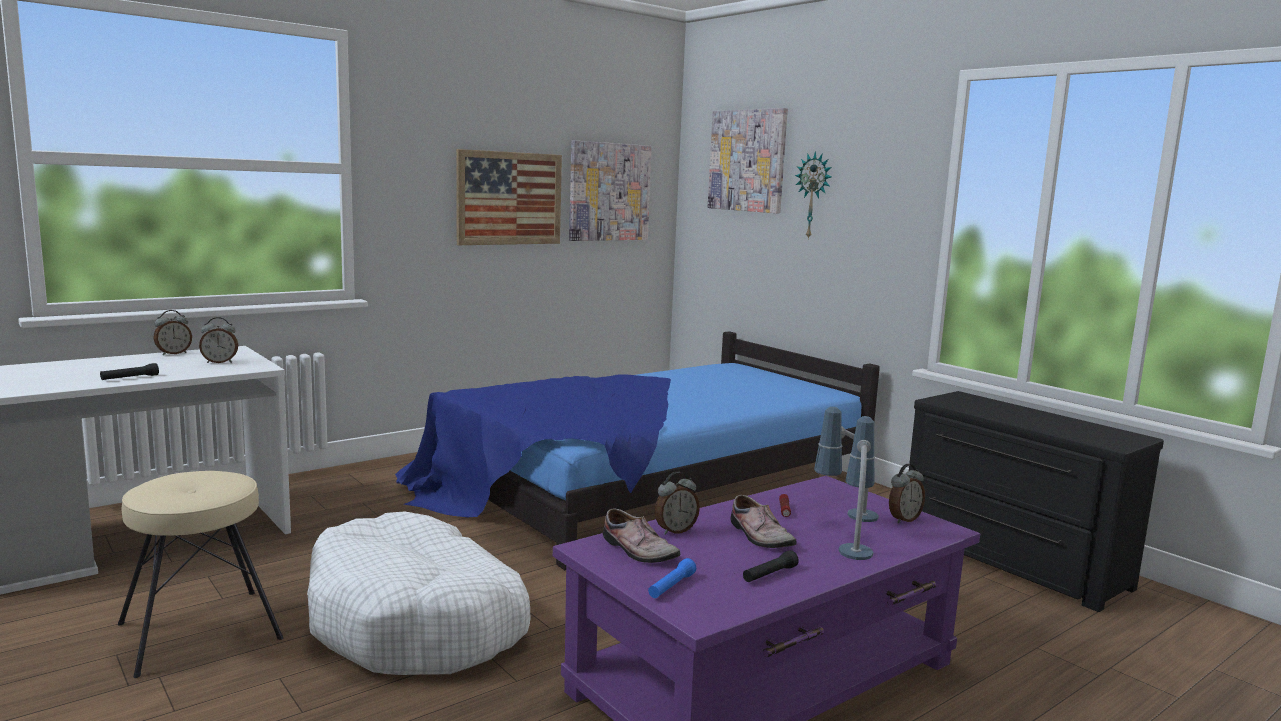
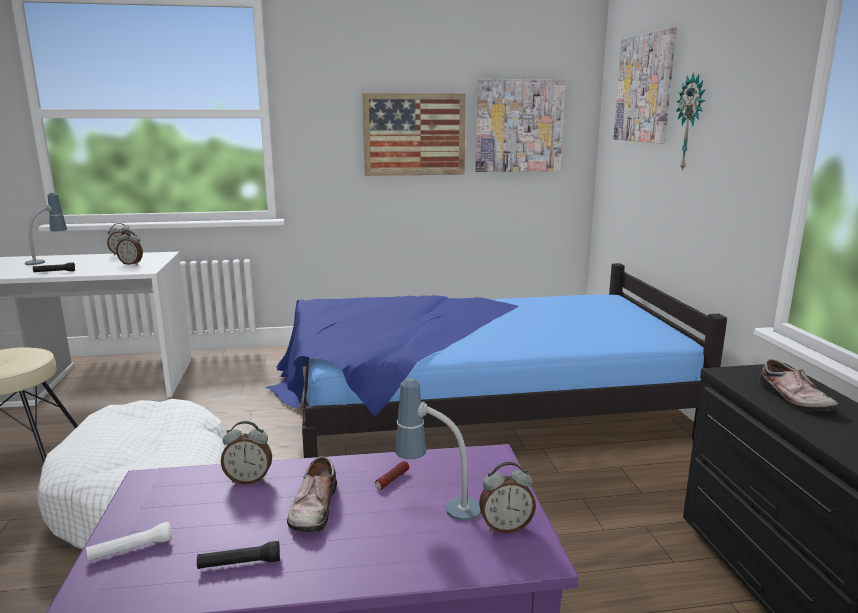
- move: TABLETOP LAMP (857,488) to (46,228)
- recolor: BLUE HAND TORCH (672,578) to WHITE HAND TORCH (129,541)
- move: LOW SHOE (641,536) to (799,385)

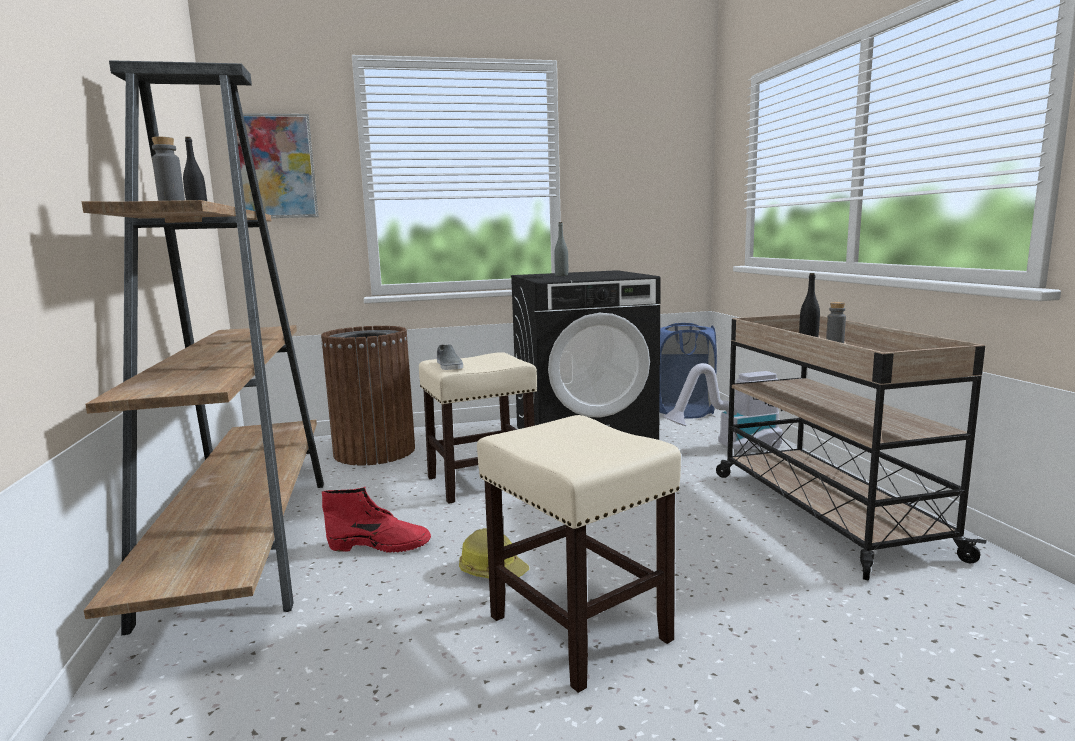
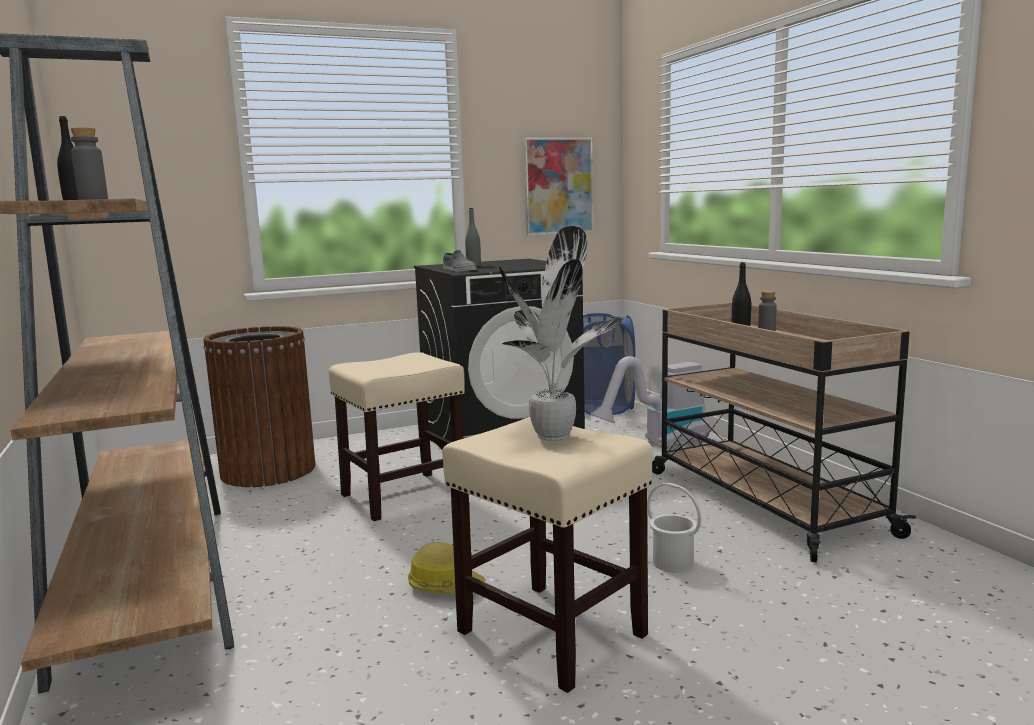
- move: GREY LOW SHOE (450,357) to (460,261)
- insert: HOUSEPLANT (560,333)
- move: PICTURE (277,165) to (558,186)
- insert: WHITE BUCKET (674,527)
- delete: RED TALL BOOT (376,520)

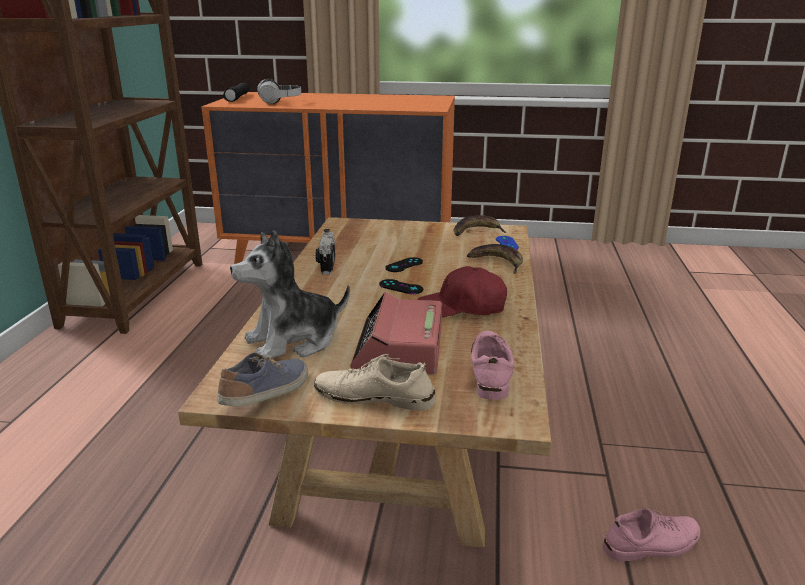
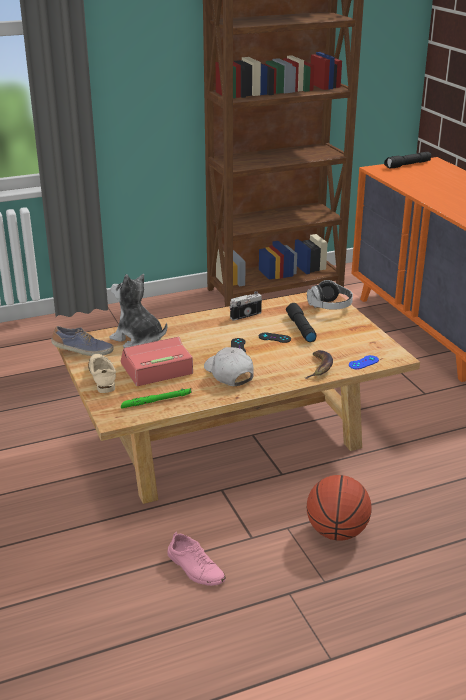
- replace: PINK-COLOURED LOW SHOE (493,365) to GREEN-COLOURED HAND TORCH (156,398)
- recolor: RED PEAKED CAP (462,291) to WHITE PEAKED CAP (229,366)
- insert: BLACK HAND TORCH (301,322)
- move: HEADSET (279,91) to (330,295)
- insert: BASKETBALL BALL (339,508)
- delete: WHOLE BANANA (480,225)

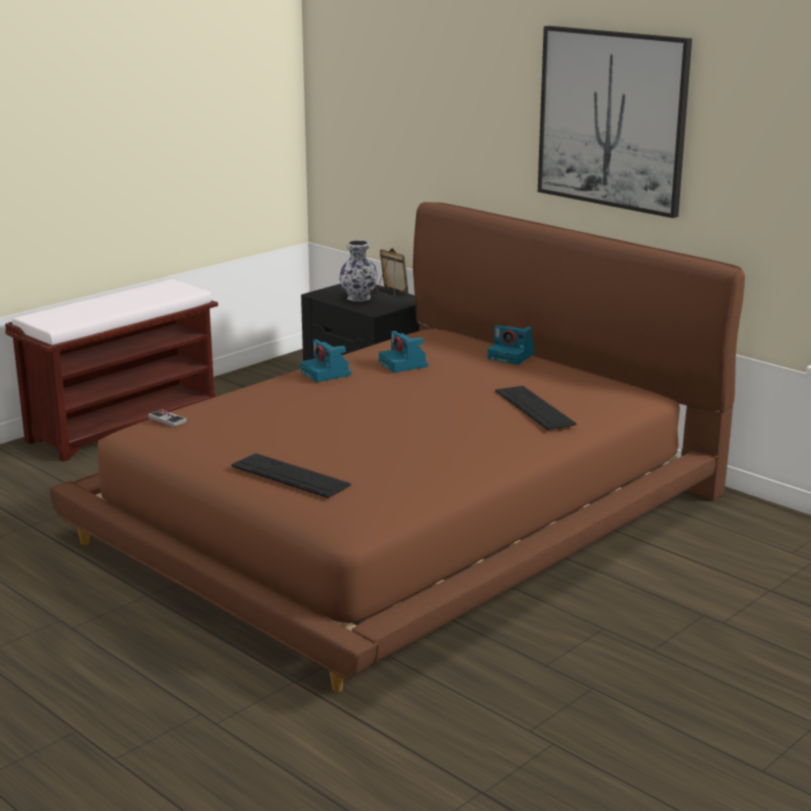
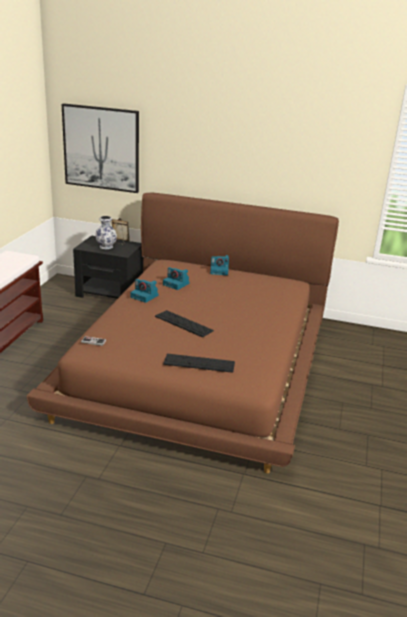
- move: PICTURE (615,122) to (100,148)
- move: KEYBOARD (536,408) to (184,324)

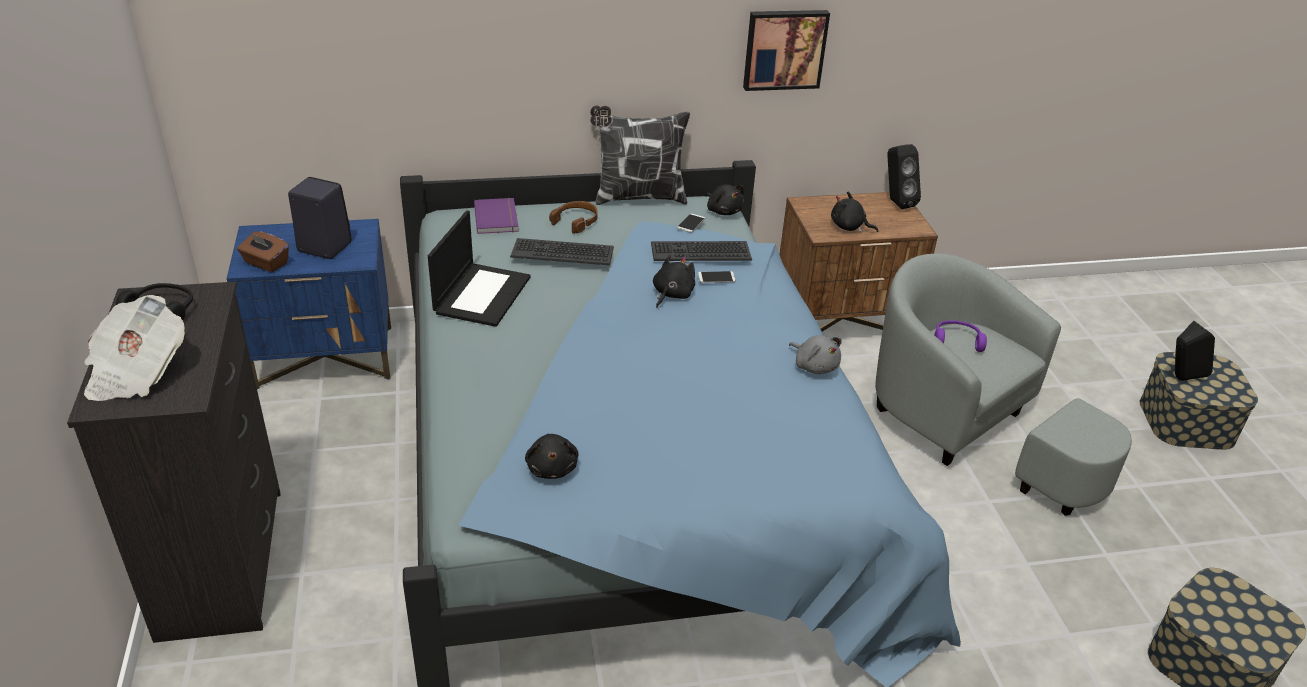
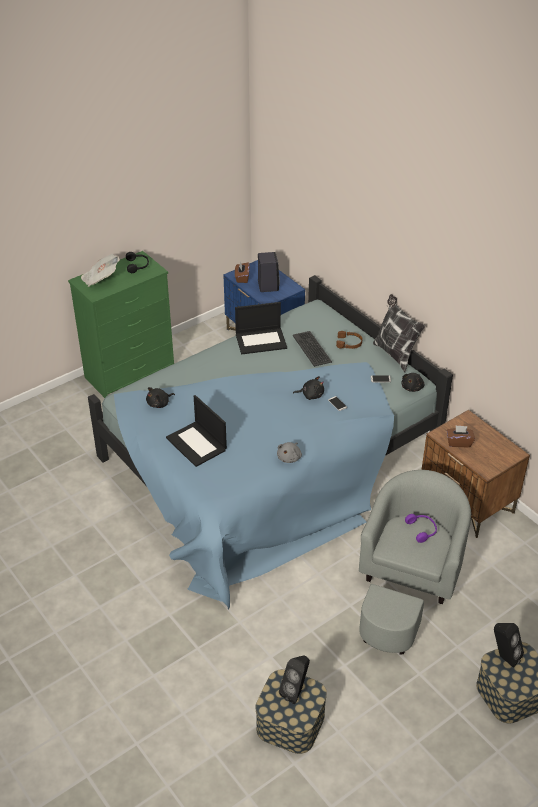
- recolor: BLACK DRAWER CHEST (174,462) to GREEN-COLOURED DRAWER CHEST (121,324)
- insert: LAPTOP (196,431)
- move: BLACK AUDIO SPEAKER (904,176) to (294,679)
- replace: BLACK CUDDLY TOY (854,211) to BROWN-COLOURED TISSUE HOLDER (461,436)
- delete: PURPLE-COLOURED BOUND BOOK (496,216)
- delete: KEYBOARD (701,251)
- delete: PICTURE (786,50)

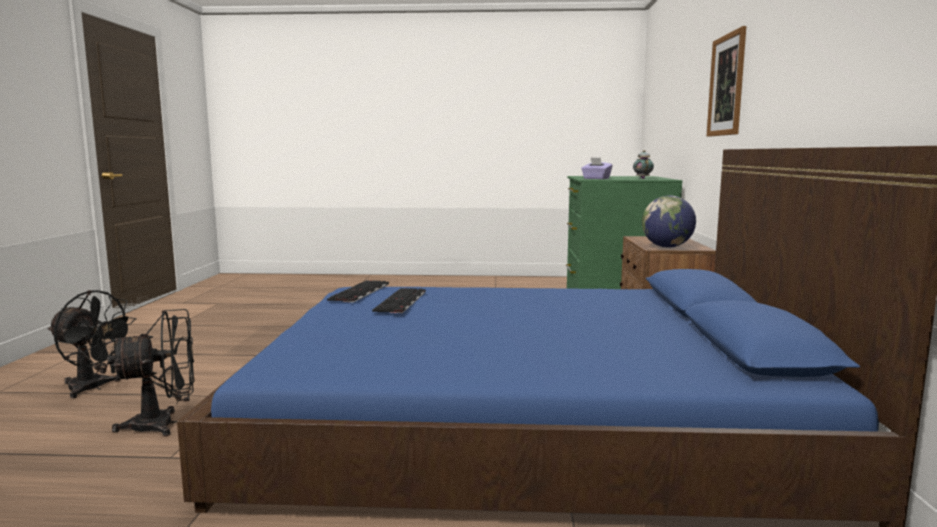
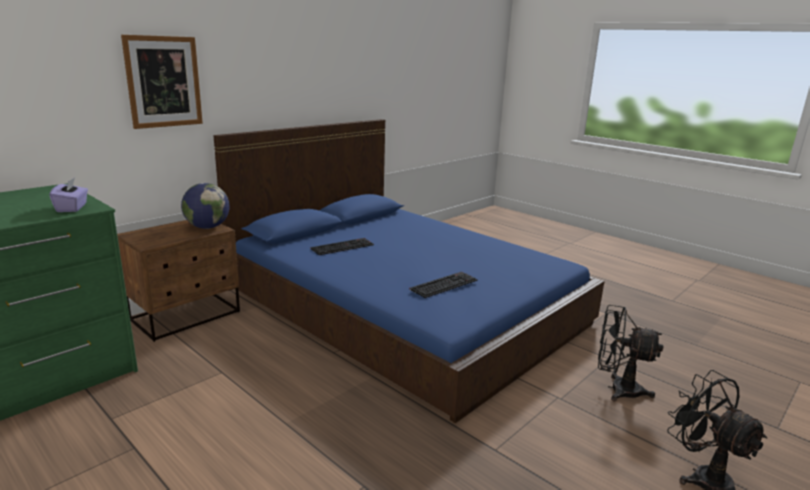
- move: KEYBOARD (358,291) to (342,246)
- delete: POT FOR TEA (643,164)

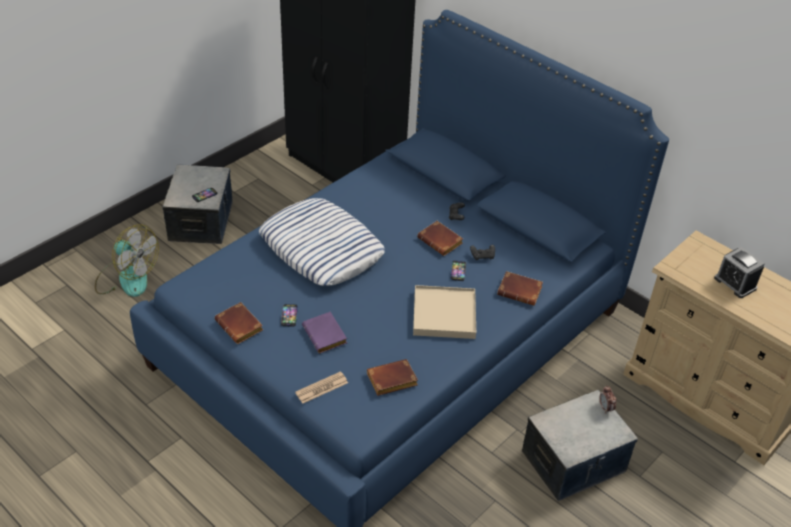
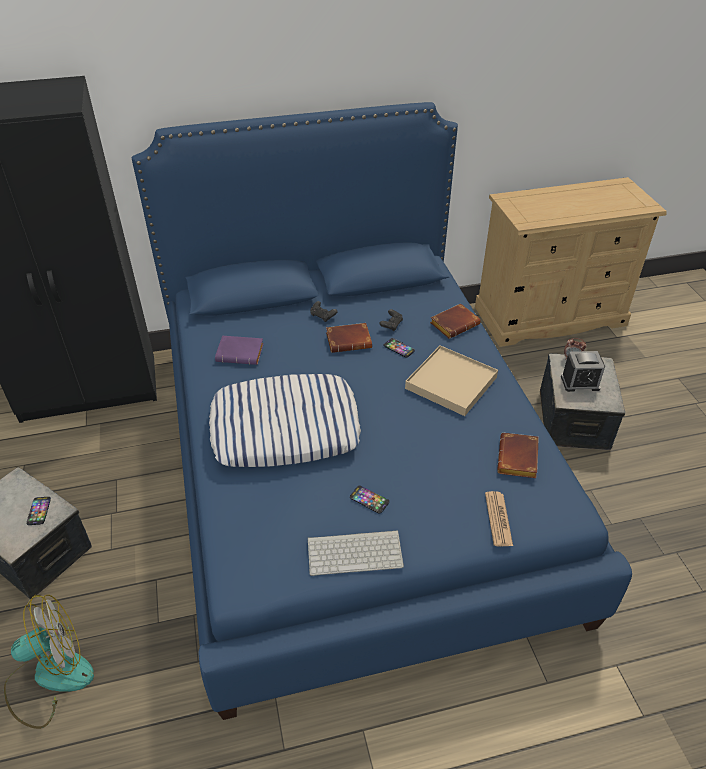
- move: PURPLE-COLOURED BOUND BOOK (324,332) to (239,350)
- replace: BROWN-COLOURED BOUND BOOK (239,323) to KEYBOARD (356,553)
- move: ALARM CLOCK (739,272) to (583,371)

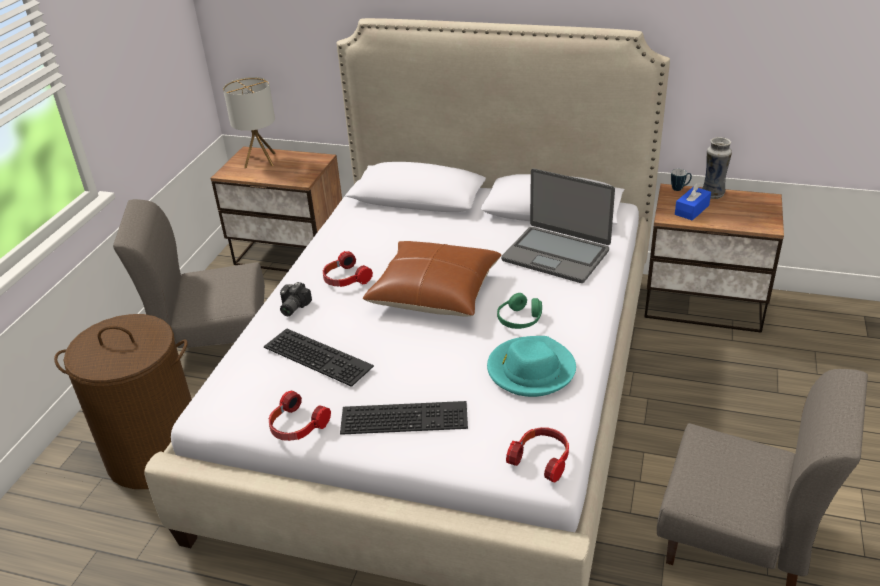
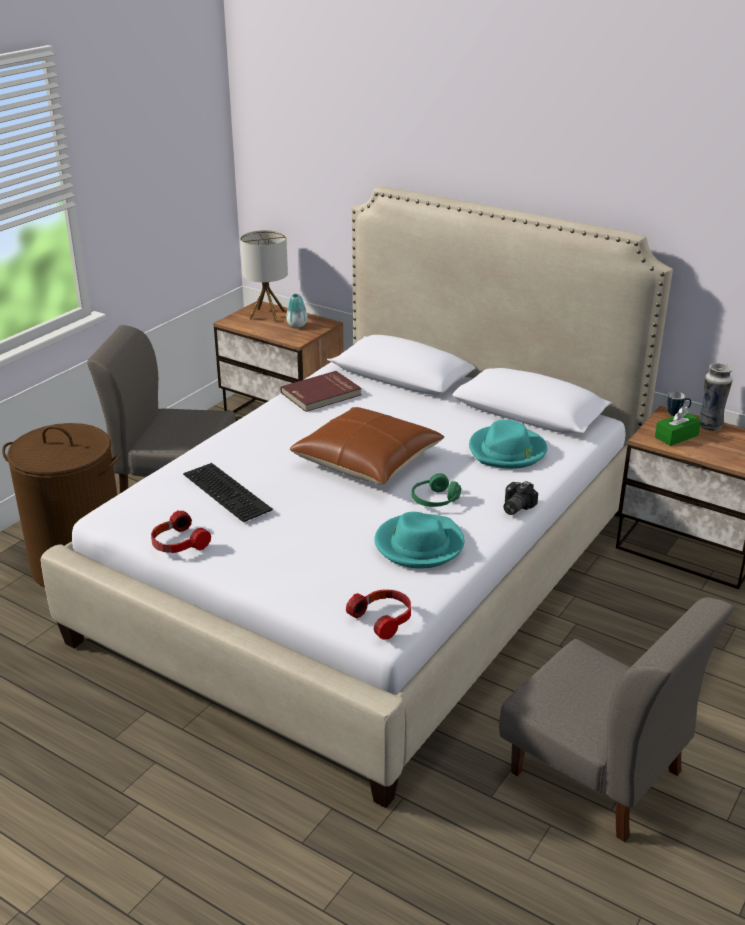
- insert: RED BOUND BOOK (321,391)
- insert: FLOWER VASE (296,311)
- replace: LAPTOP (558,225) to TURQUOISE-COLOURED WEARABLE HAT (508,444)
- move: PHOTO CAMERA (296,299) to (520,498)
- recolor: BLUE TISSUE HOLDER (693,201) to GREEN-COLOURED TISSUE HOLDER (678,426)
- delete: HEADSET (348,269)
- delete: KEYBOARD (404,418)

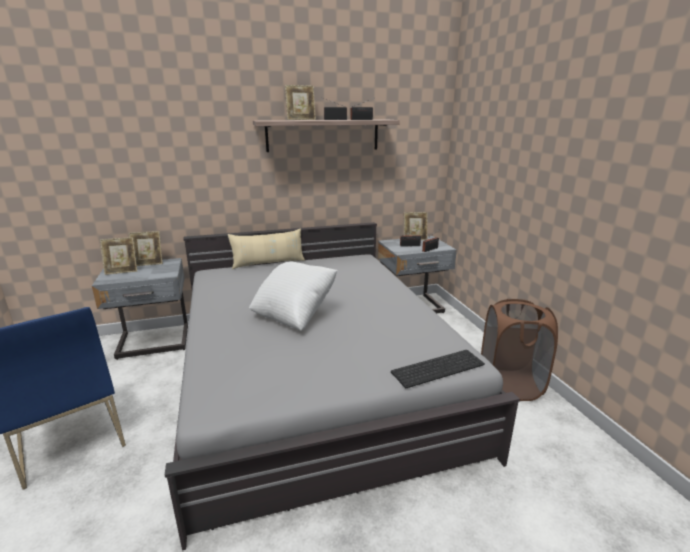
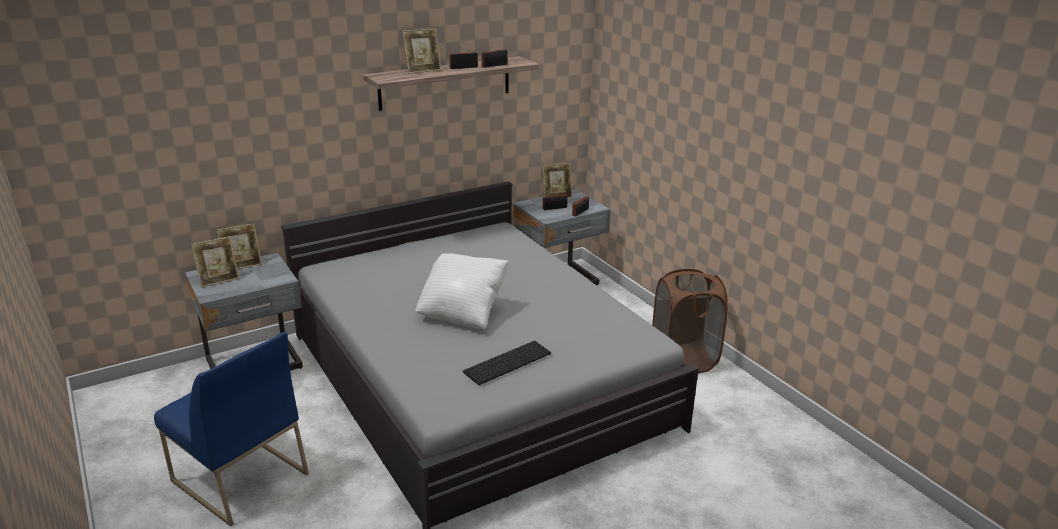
- move: KEYBOARD (438,369) to (507,363)
- delete: BEIGE-COLOURED THROW PILLOW (266,248)

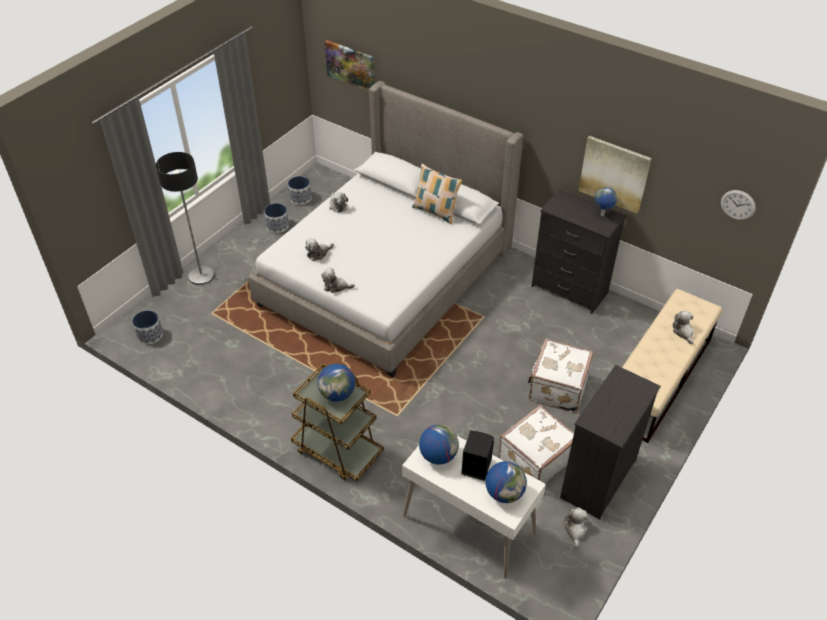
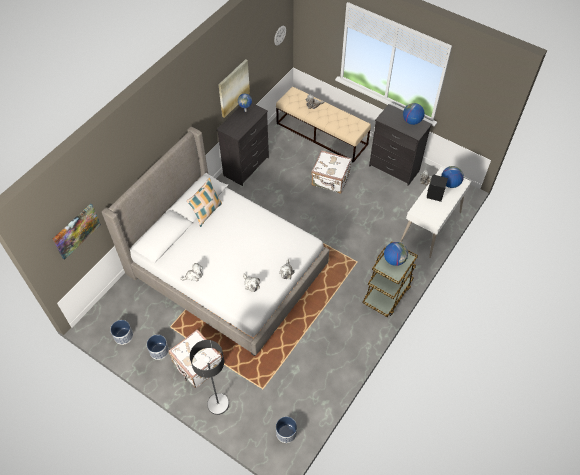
- move: WHITE SUITCASE (536,444) to (195,358)
- move: DESK GLOBE (439,444) to (414,114)

